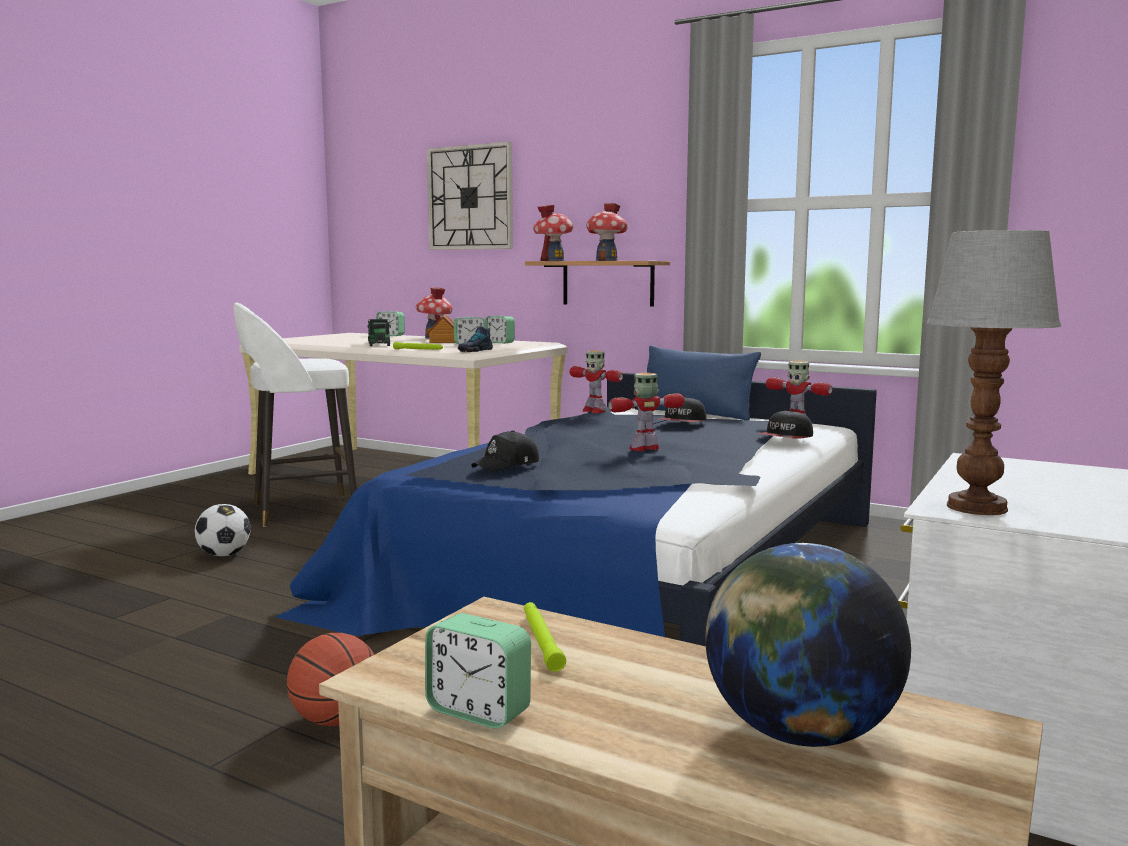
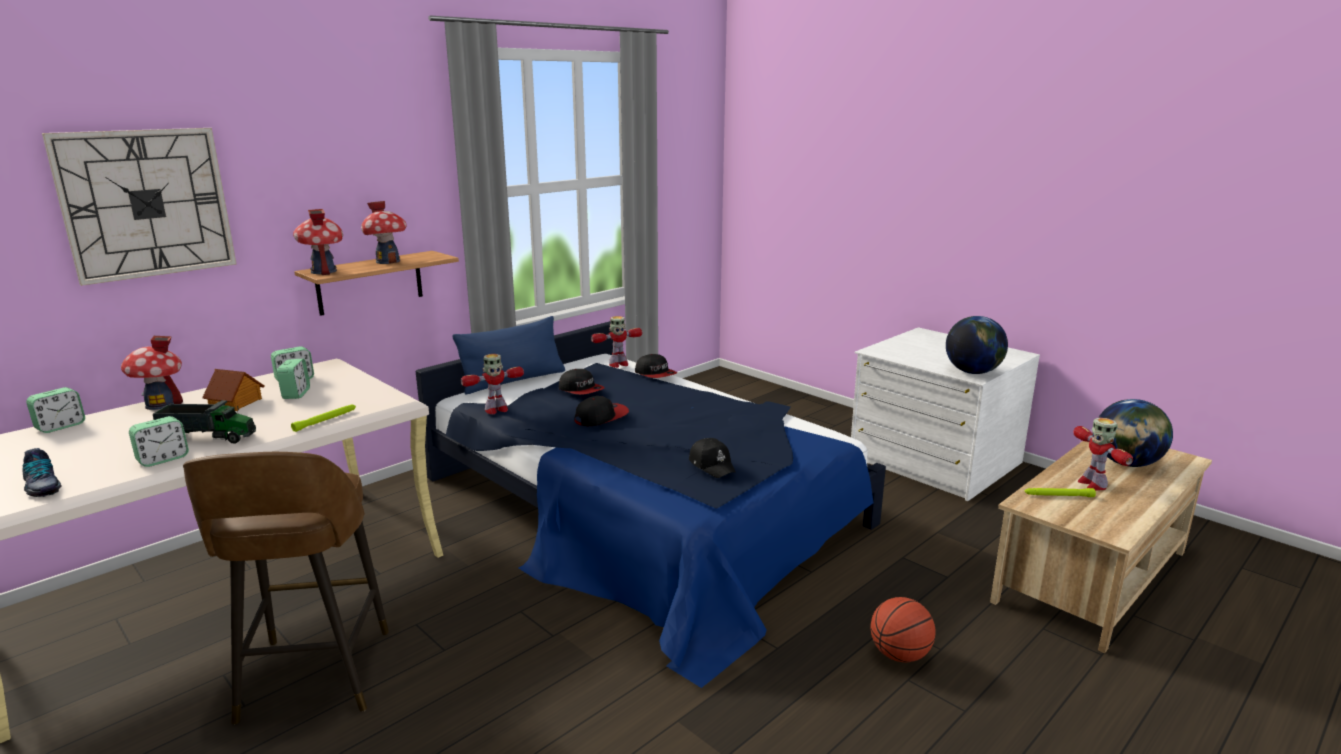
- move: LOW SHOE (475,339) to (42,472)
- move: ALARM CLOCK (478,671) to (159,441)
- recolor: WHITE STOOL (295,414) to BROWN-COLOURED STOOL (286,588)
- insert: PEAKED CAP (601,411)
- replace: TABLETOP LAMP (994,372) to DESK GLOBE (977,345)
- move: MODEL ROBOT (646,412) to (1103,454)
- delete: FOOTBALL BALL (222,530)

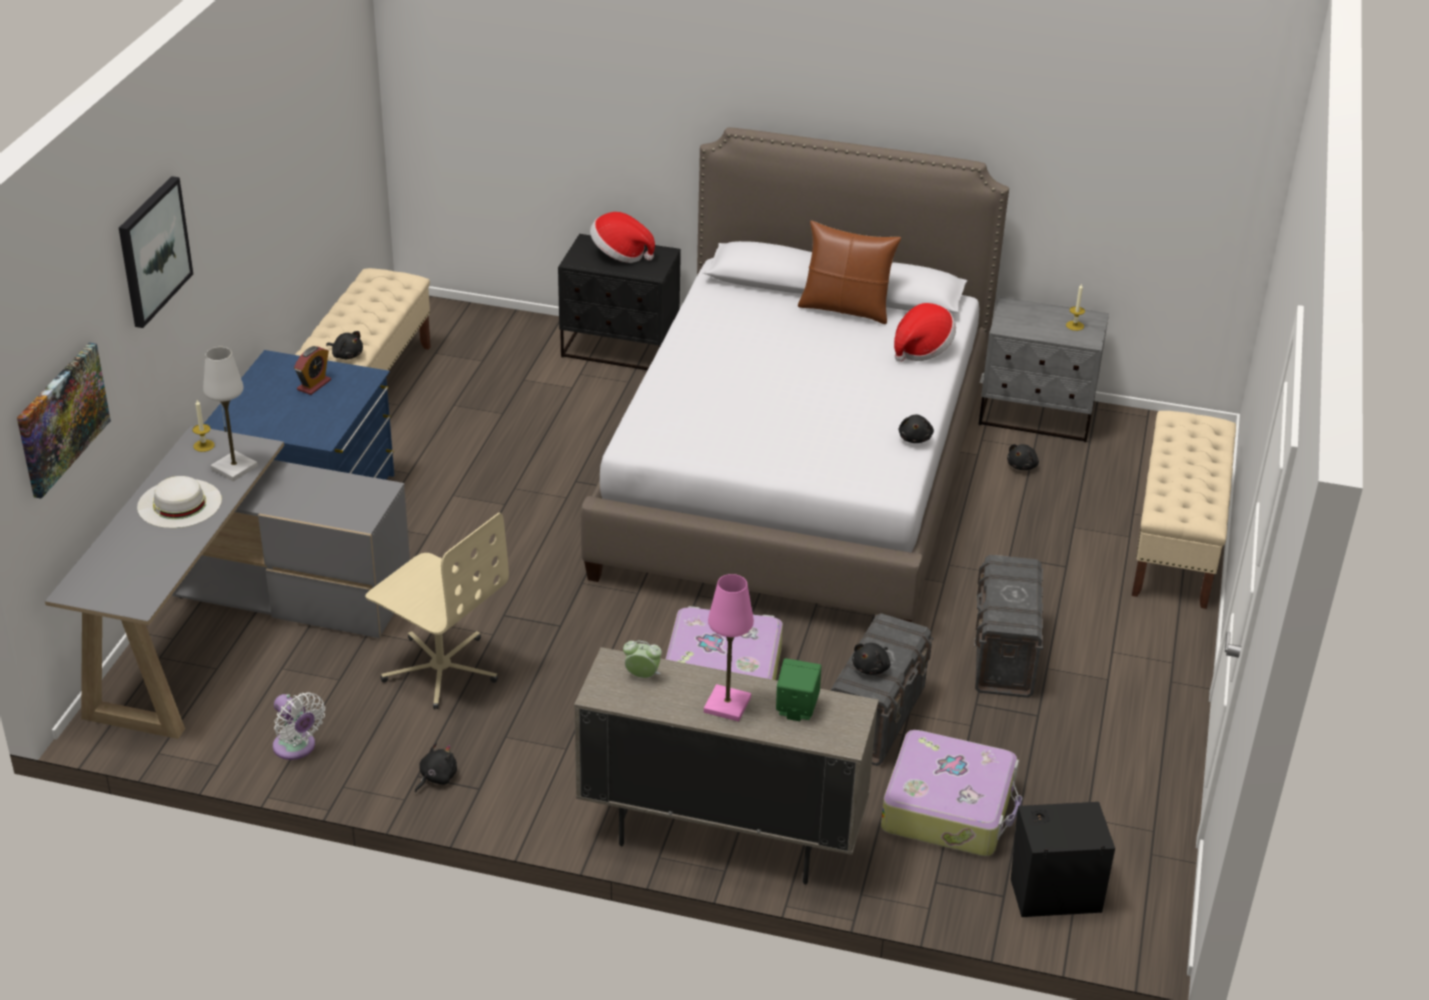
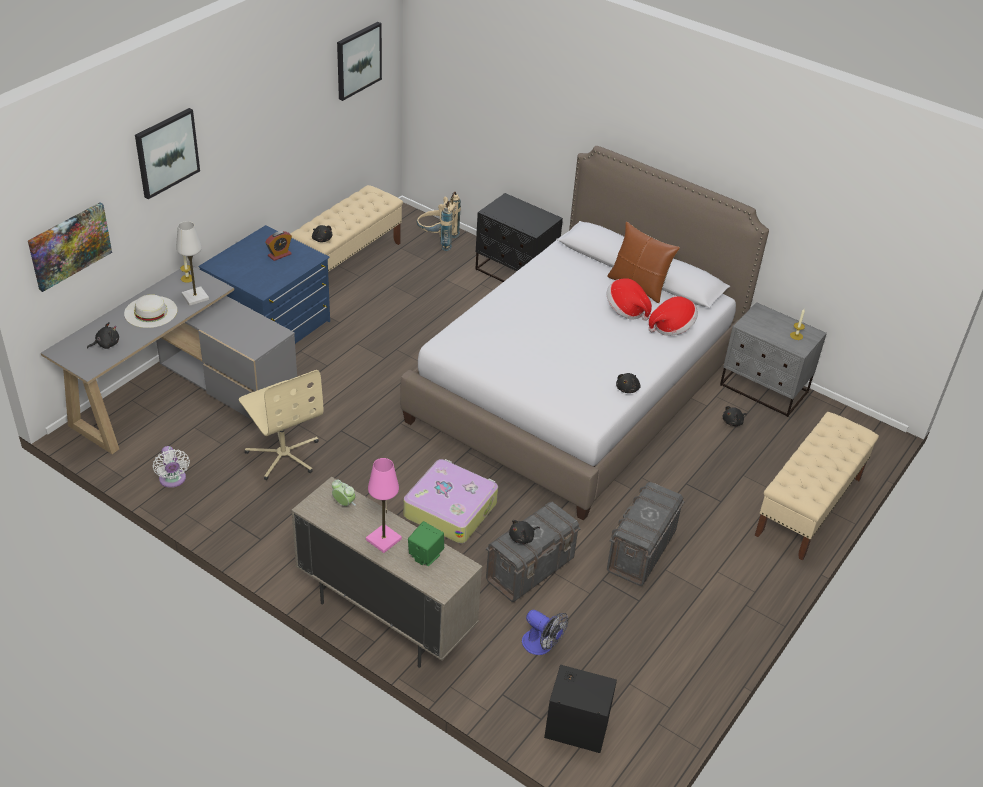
- move: BLACK CUDDLY TOY (436,767) to (103,335)
- insert: PICTURE (359,61)
- insert: BEIGE-COLOURED KNAPSACK (438,221)
- replace: SUITCASE (951,793) to FAN (545,632)
- move: WEARABLE HAT (622,237) to (629,299)

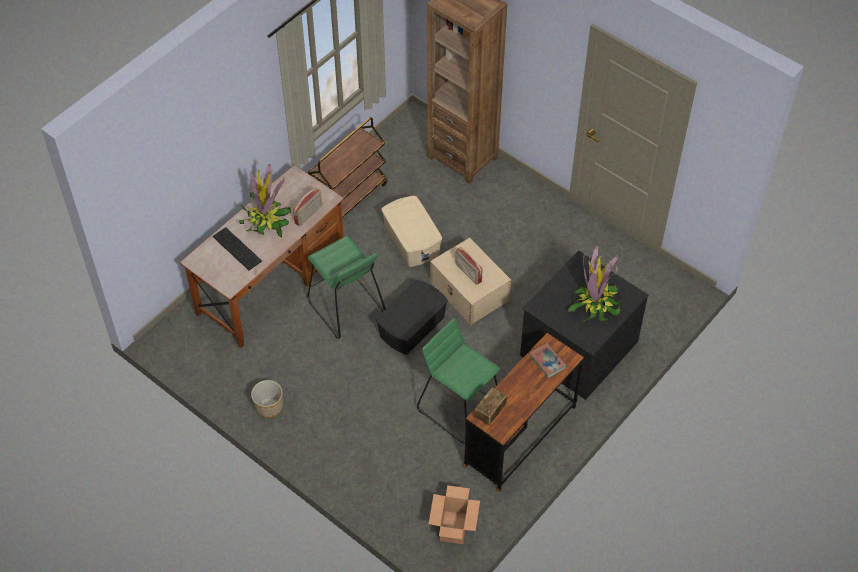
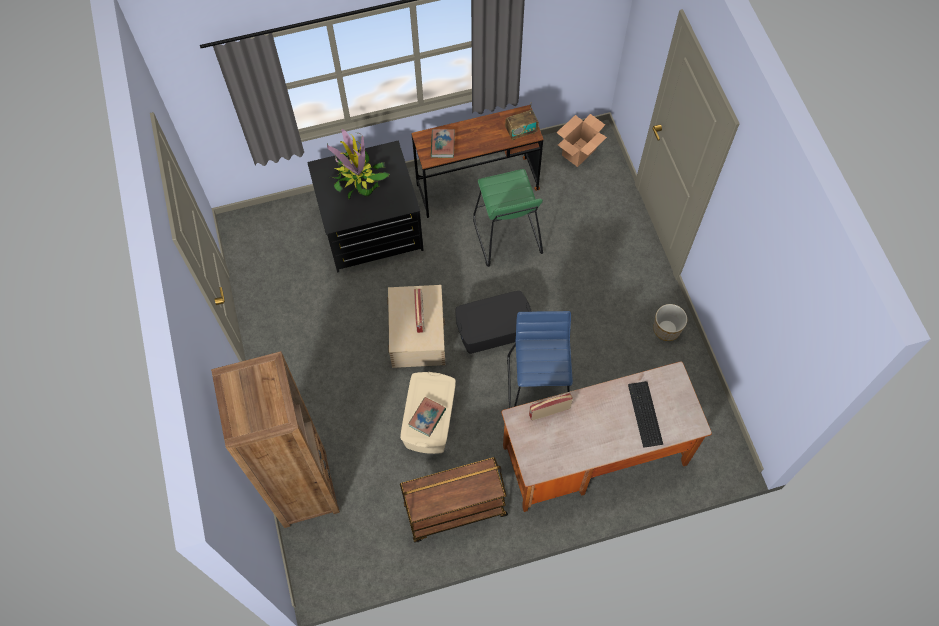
- insert: BOUND BOOK (427,417)
- recolor: GREEN-COLOURED STOOL (346,287) to BLUE STOOL (540,359)
- delete: HOUSEPLANT (265,201)

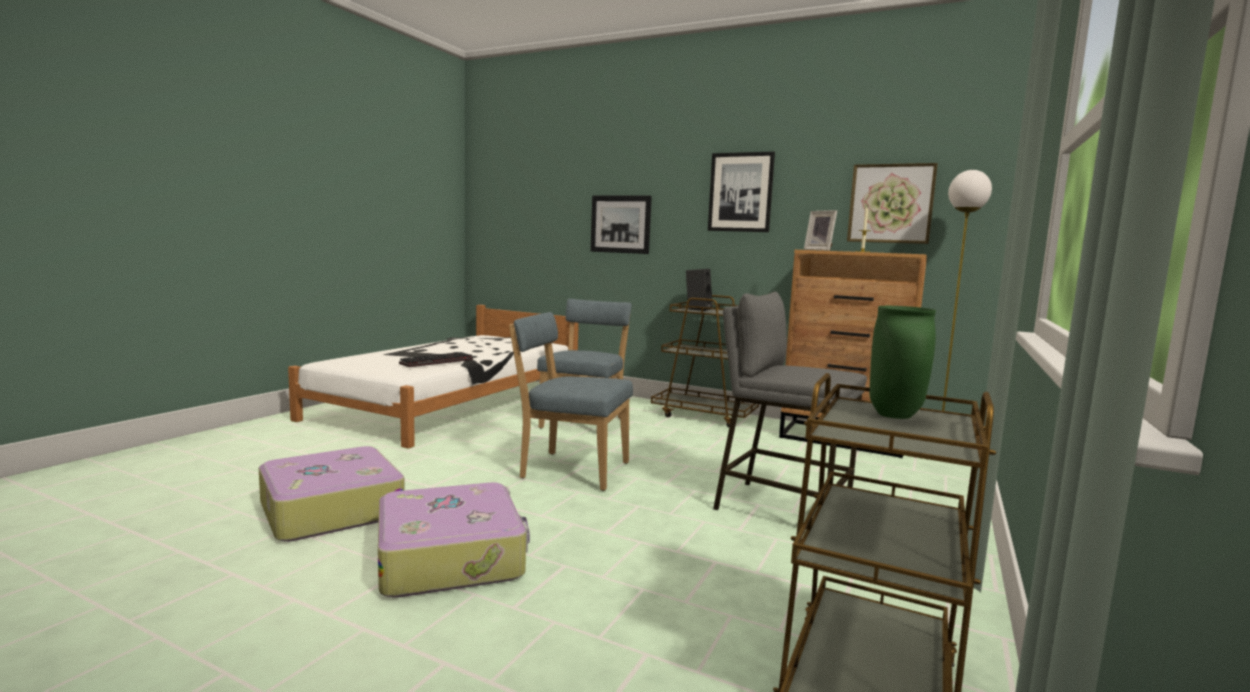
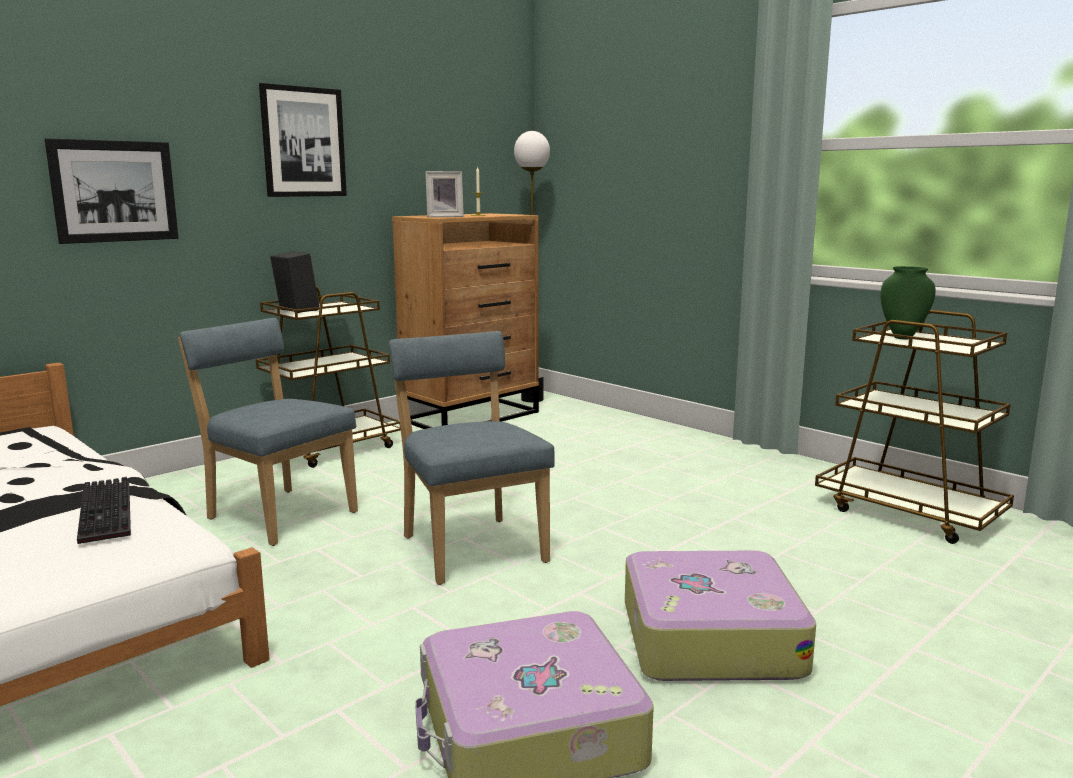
- rotate: BLUE PLAIN CHAIR (571,401) = (472,458) 120 degrees clockwise
- delete: GREY STOOL (790,401)
- delete: PICTURE (892,203)

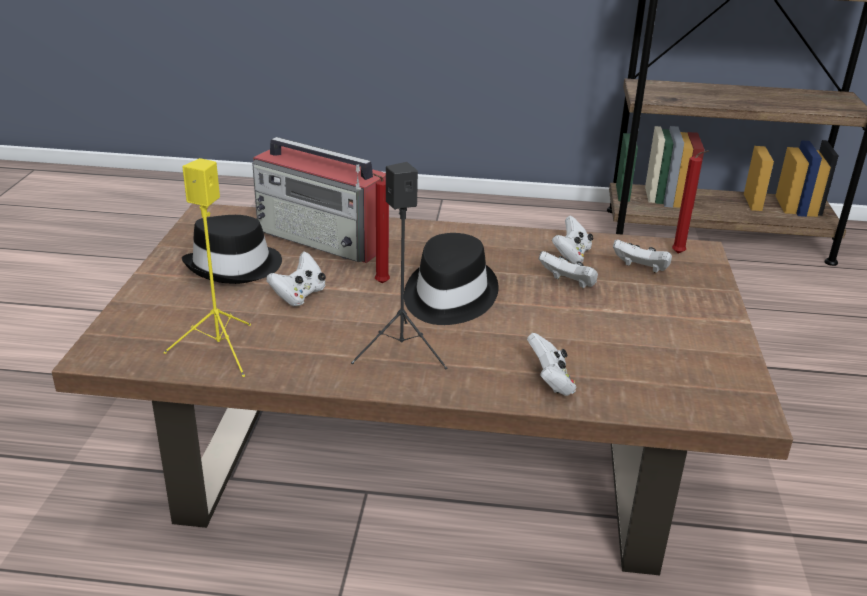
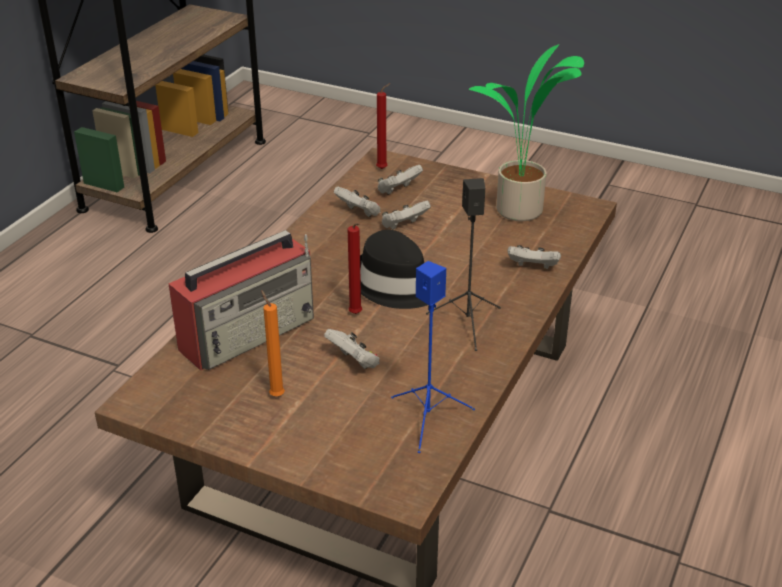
- replace: BLACK WEARABLE HAT (232,249) to ORANGEY WAX LIGHT (273,343)
- recolor: YELLOW AUDIO SPEAKER (207,267) to BLUE AUDIO SPEAKER (433,357)
- insert: HOUSEPLANT (526,132)

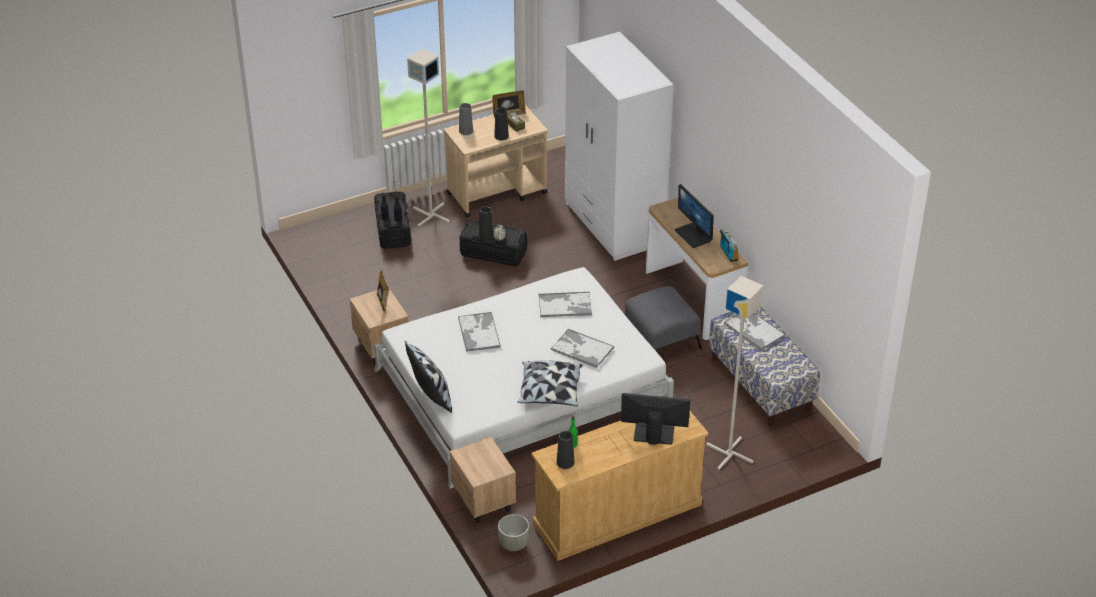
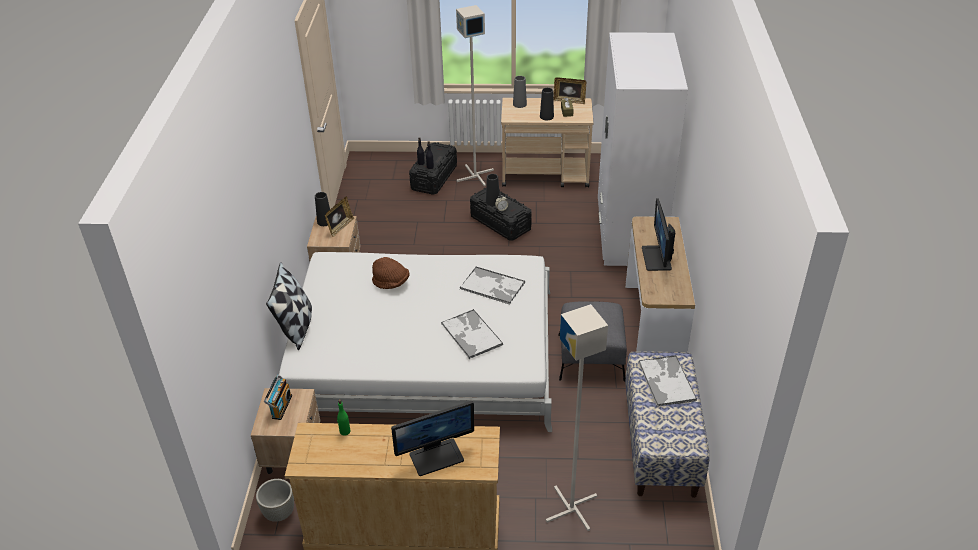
- move: RADIO RECEIVER (728,245) to (278,397)
- move: BLACK FLOWER VASE (565,450) to (322,209)
- replace: SERVING TRAY (479,332) to BROWN-COLOURED WEARABLE HAT (391,273)
- rotate: COMPUTER SCREEN (655,419) = (432,438) 120 degrees clockwise
- delete: THROW PILLOW (550,384)

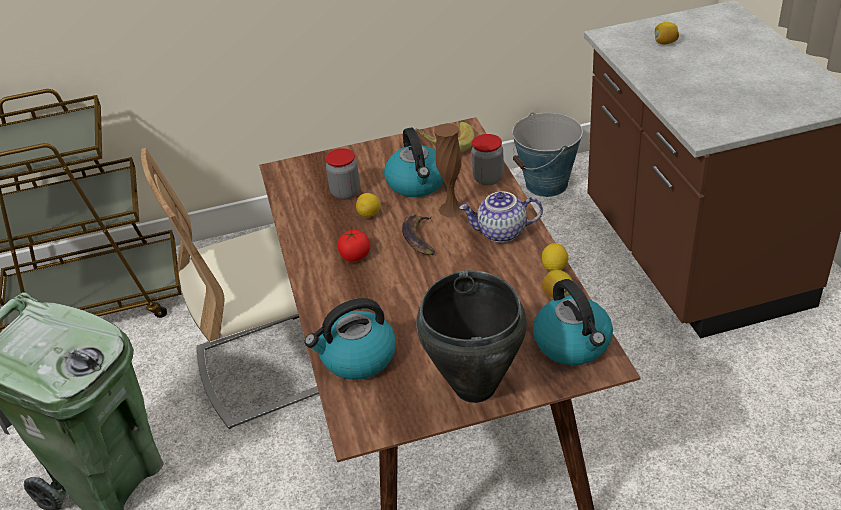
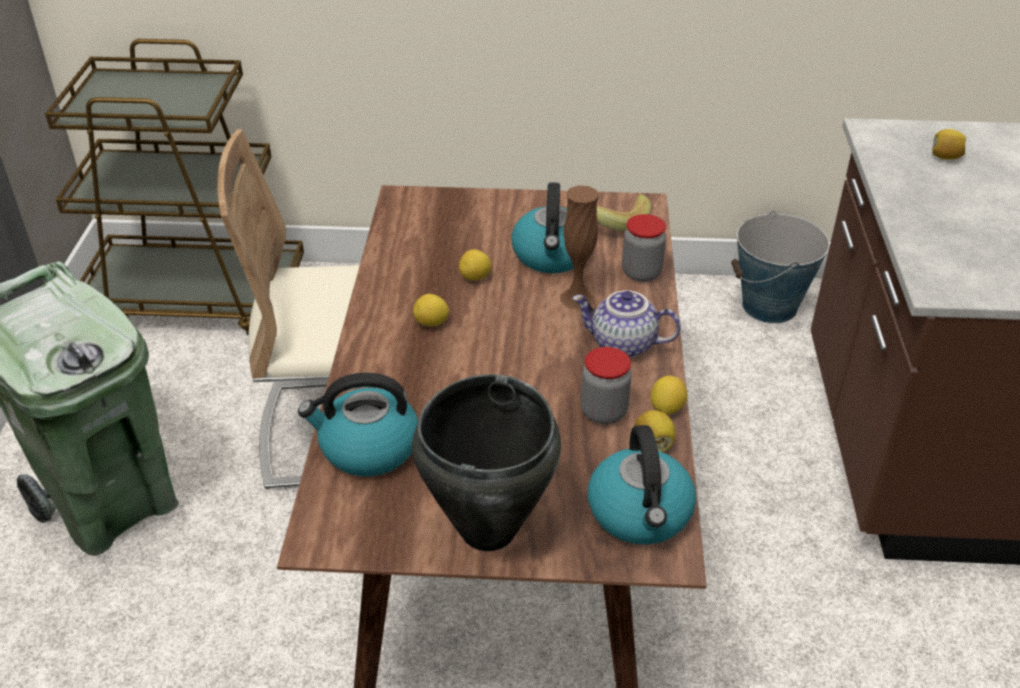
- replace: WHOLE TOMATO (353,245) to WHOLE LEMON (431,310)
- move: STORAGE JAR (342,174) to (606,385)
- delete: WHOLE BANANA (418,234)

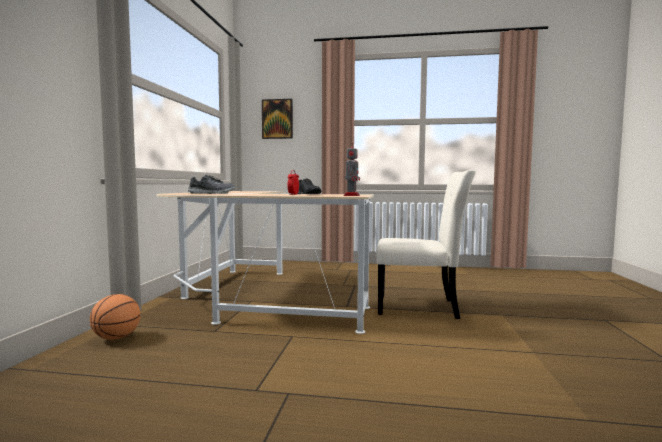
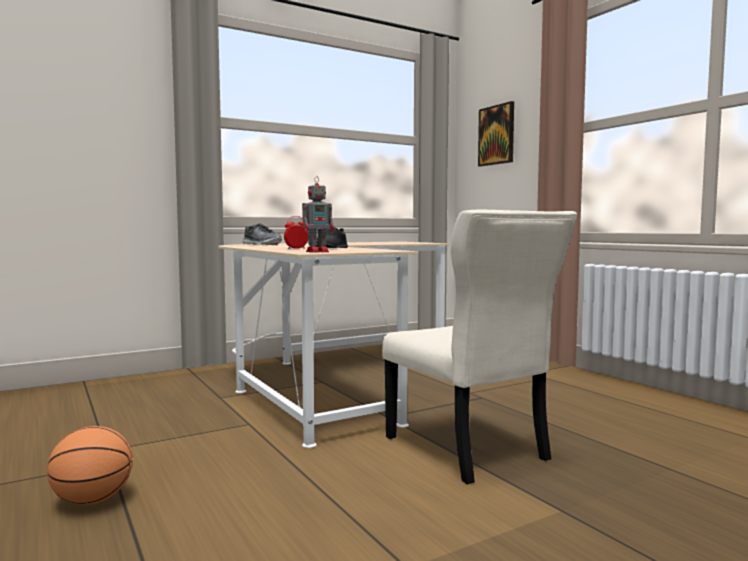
- move: BASKETBALL BALL (115,317) to (90,465)

